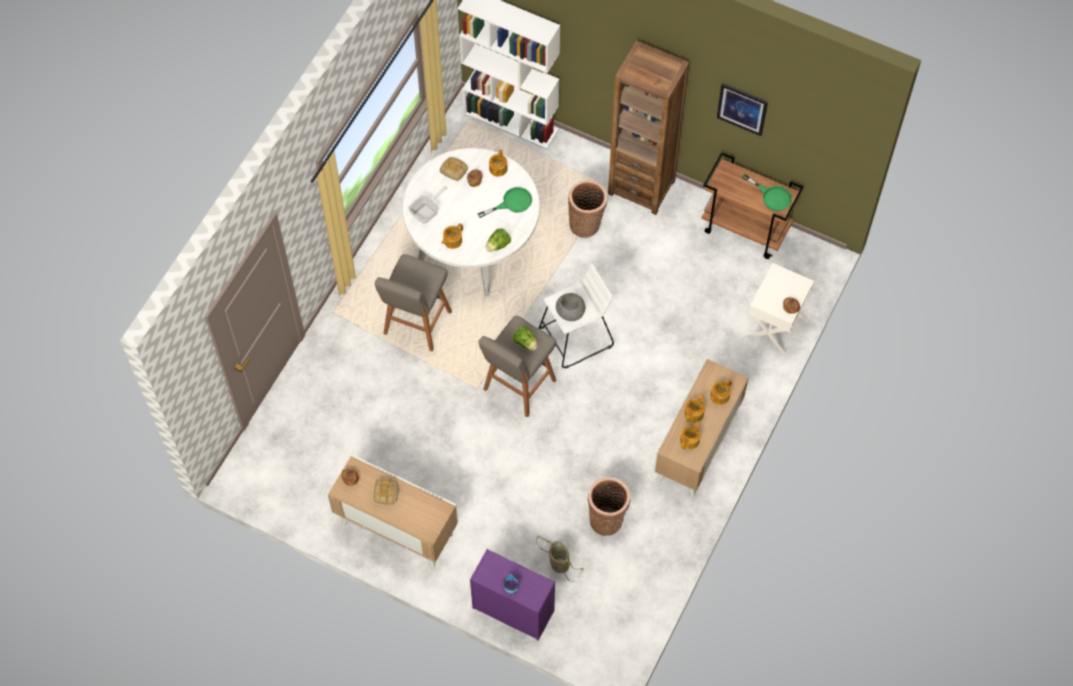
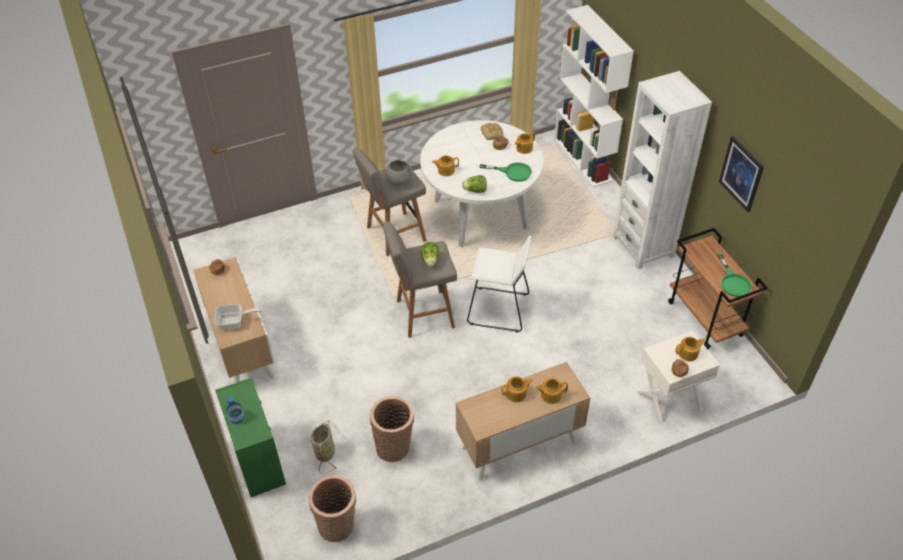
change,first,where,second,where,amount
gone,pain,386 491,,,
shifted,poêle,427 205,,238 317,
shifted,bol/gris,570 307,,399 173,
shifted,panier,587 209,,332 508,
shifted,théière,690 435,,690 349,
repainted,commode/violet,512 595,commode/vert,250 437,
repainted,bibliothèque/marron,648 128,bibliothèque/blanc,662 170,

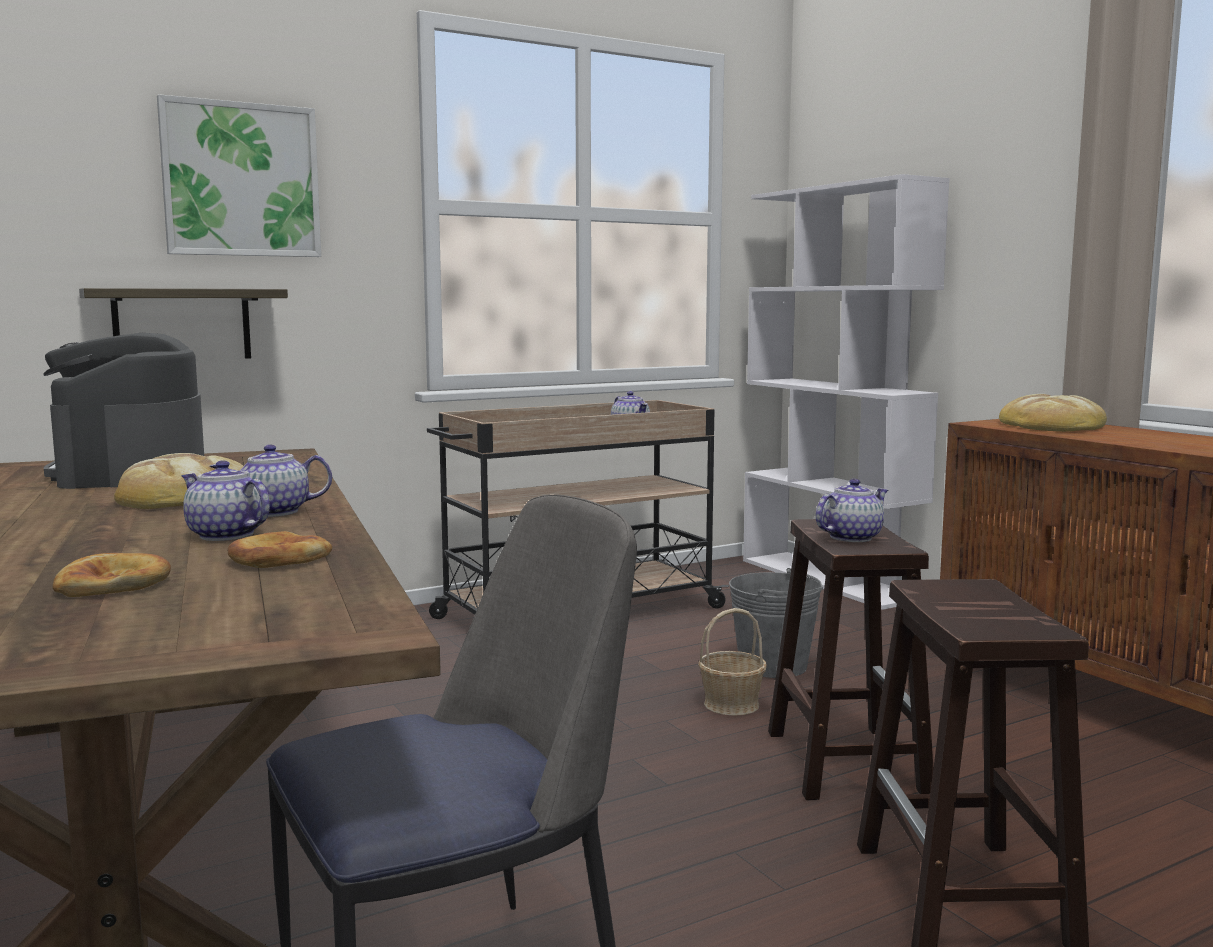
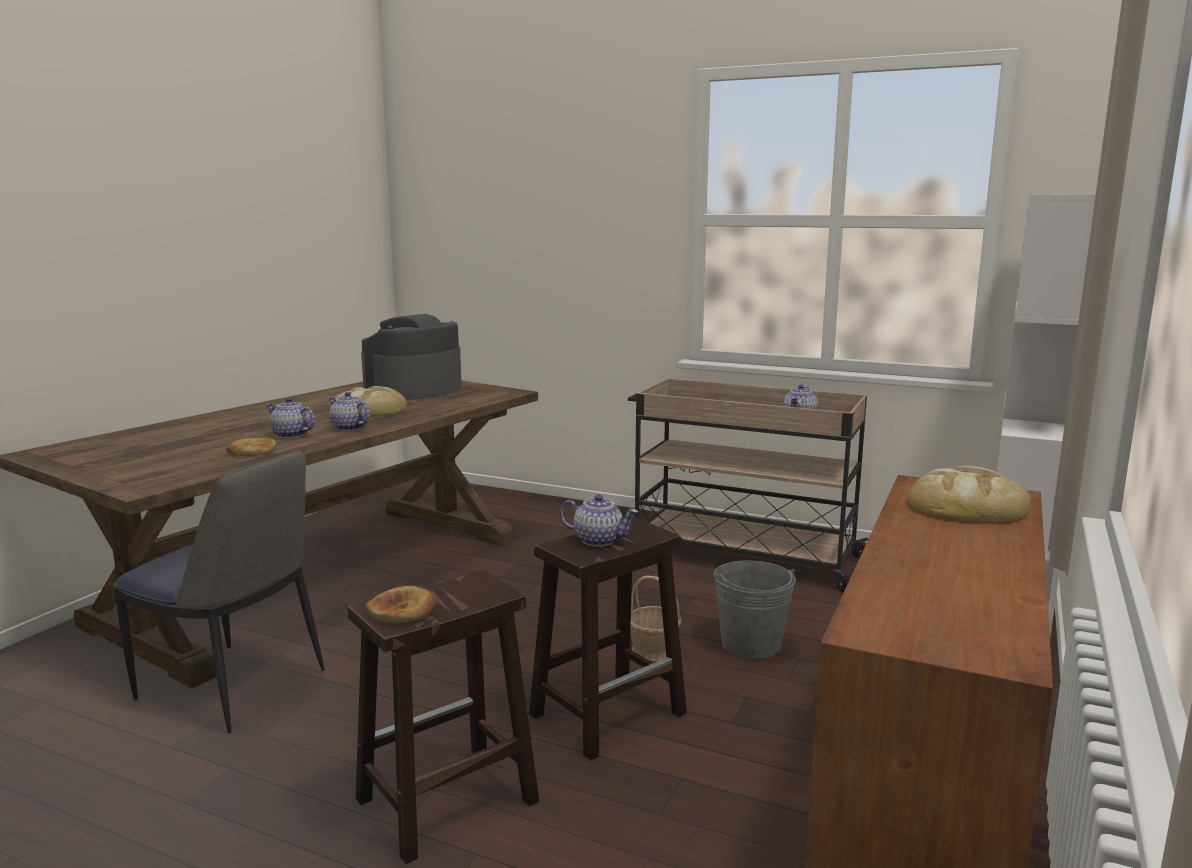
change,first,where,second,where,amount
gone,étagère,183 323,,,
gone,tableau,239 175,,,
shifted,pain,111 575,,401 604,
rotated,théière,225 500,,290 418,60 degrees counterclockwise

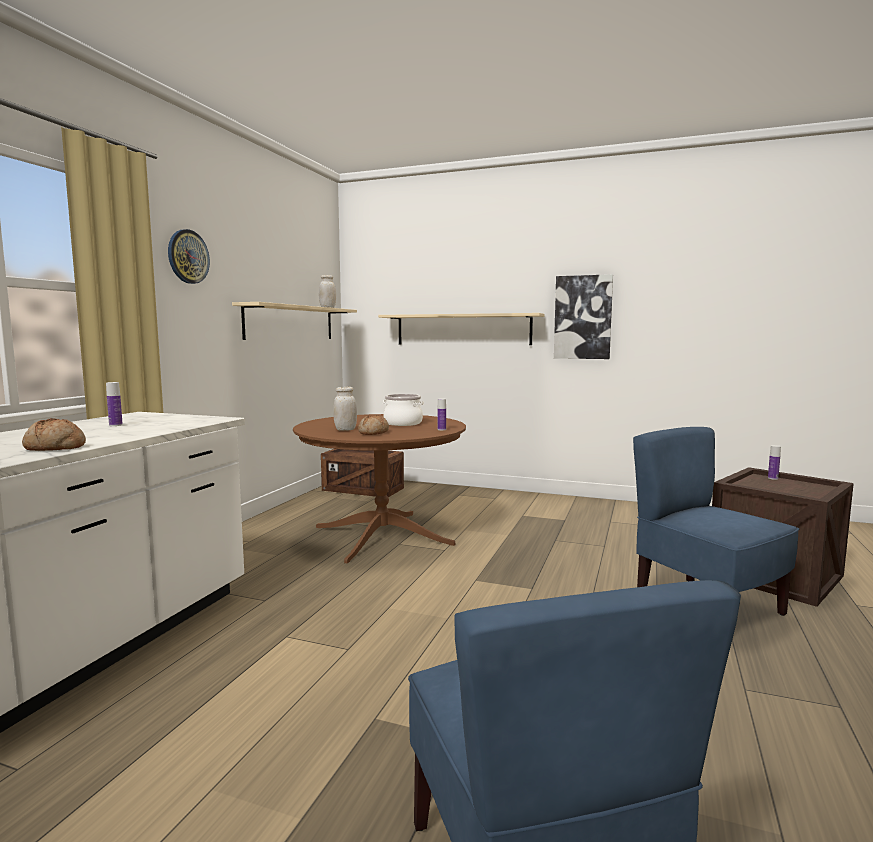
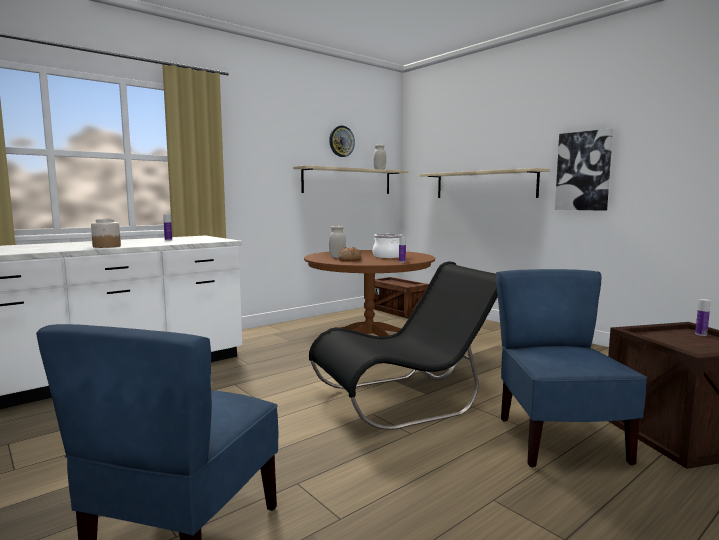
change,first,where,second,where,amount
new,,,chaise/noir,403 346,
shifted,horloge murale,189 256,,342 141,
swapped,pain,54 434,bocal,106 233,

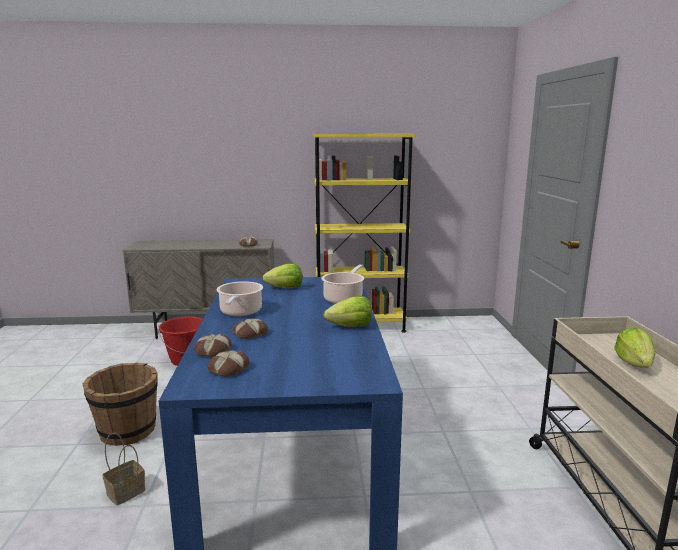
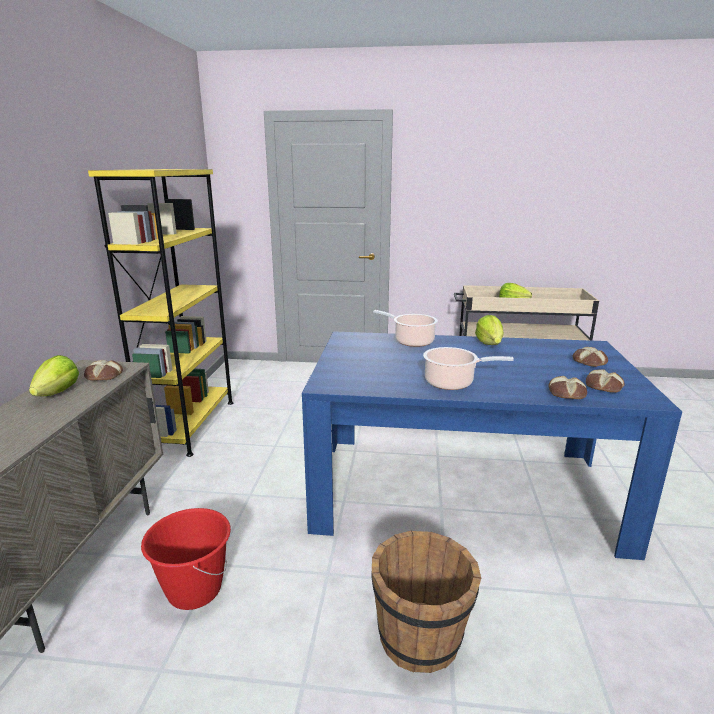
change,first,where,second,where,amount
gone,panier,123 469,,,
shifted,pain,250 328,,590 357,
shifted,laitue,282 276,,54 375,

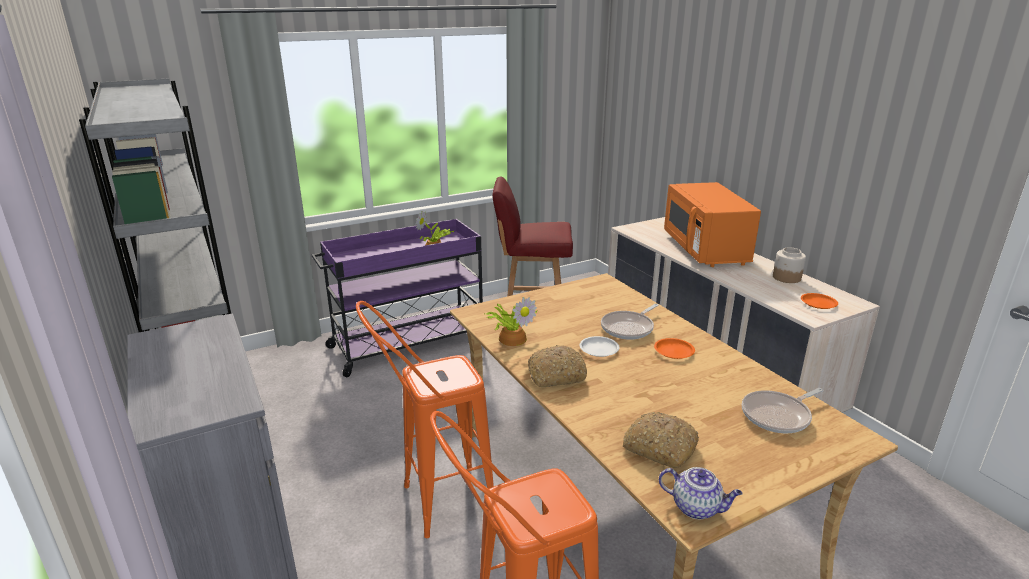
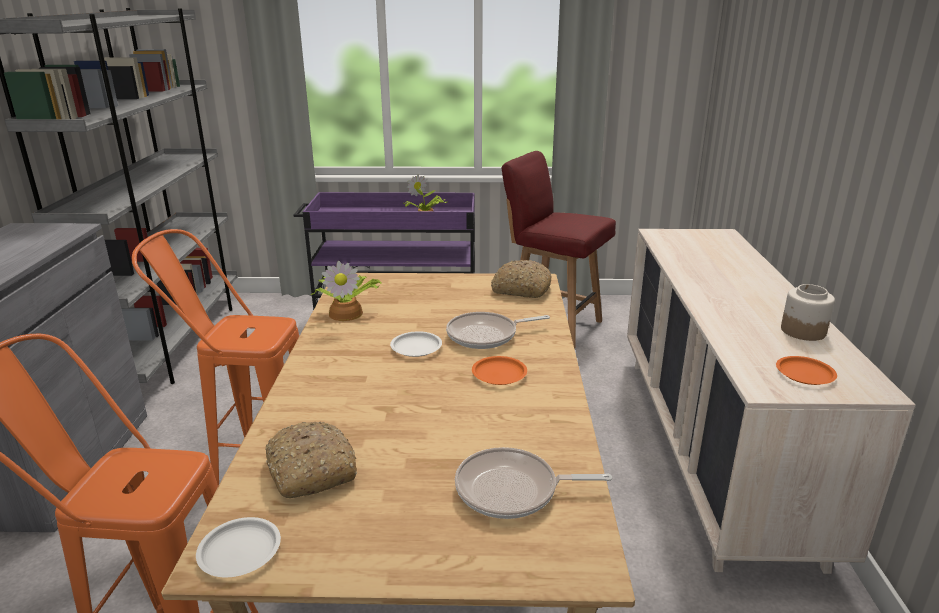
change,first,where,second,where,amount
gone,micro-ondes/orange,712 224,,,
shifted,pain,557 366,,521 279,
swapped,théière,701 493,assiette/blanc,238 547,

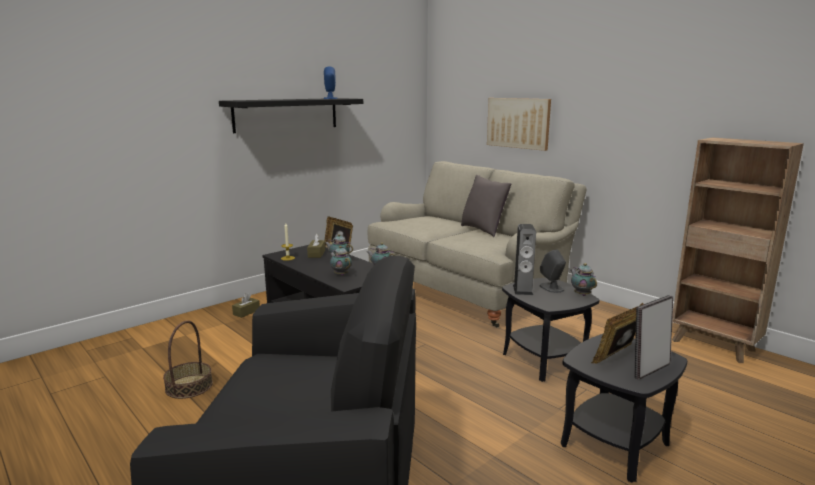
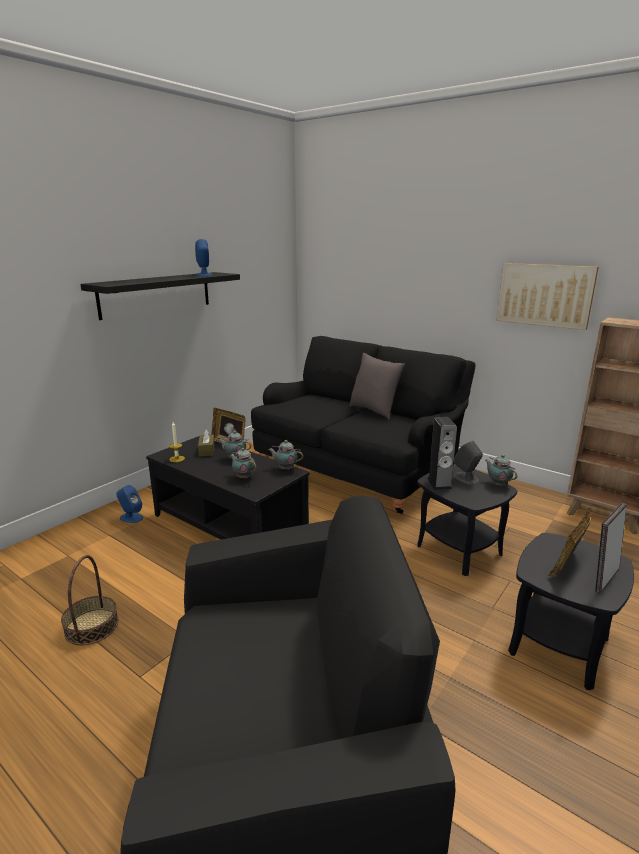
change,first,where,second,where,amount
shifted,tableau,519 124,,547 296,
swapped,boîte à mouchoirs/marron,246 305,enceinte/bleu,129 504,
repainted,canapé/beige,477 244,canapé/noir,363 425,

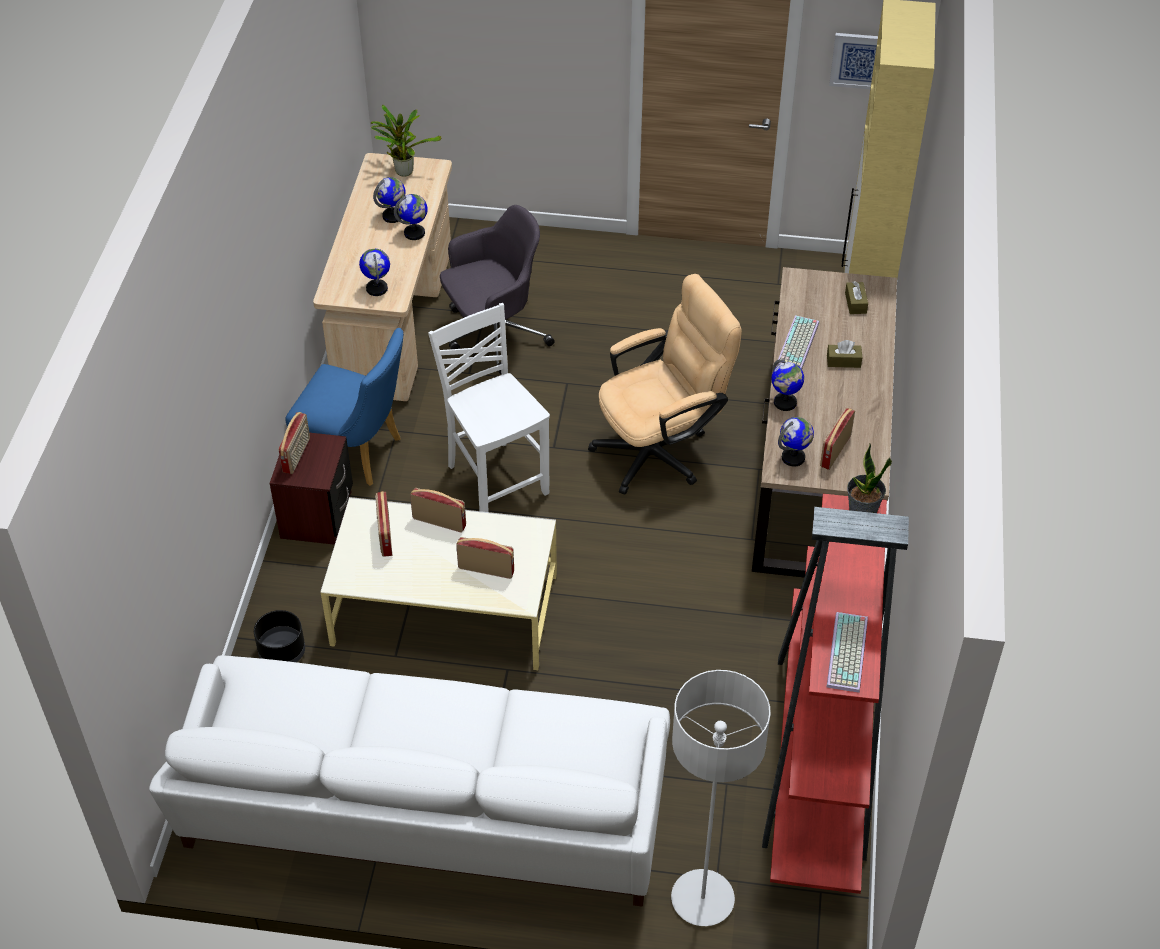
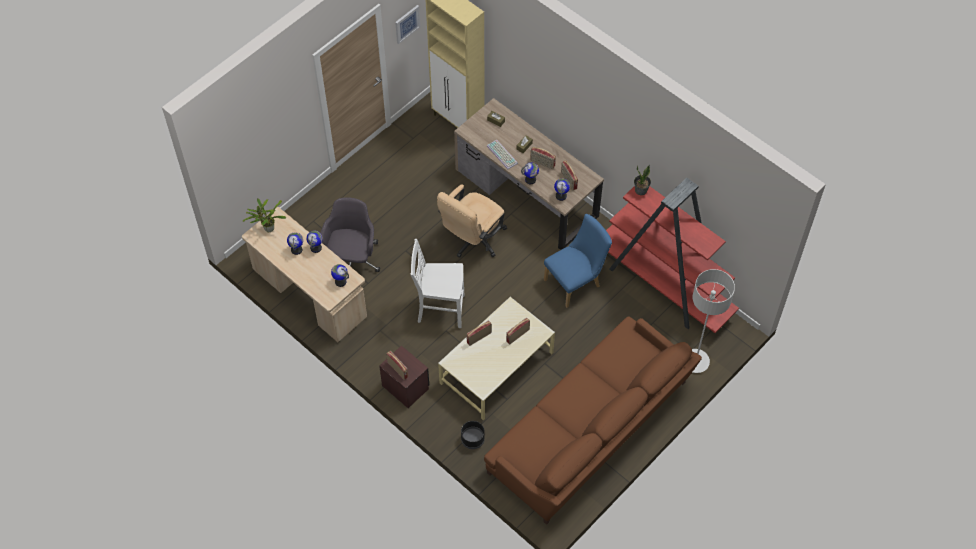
change,first,where,second,where,amount
gone,clavier,847 652,,,
shifted,chaise/bleu,344 407,,578 261,
shifted,radio,384 524,,543 158,
repainted,canapé/blanc,409 781,canapé/marron,593 420,
rotated,chaise de bureau/beige,665 384,,472 220,150 degrees counterclockwise

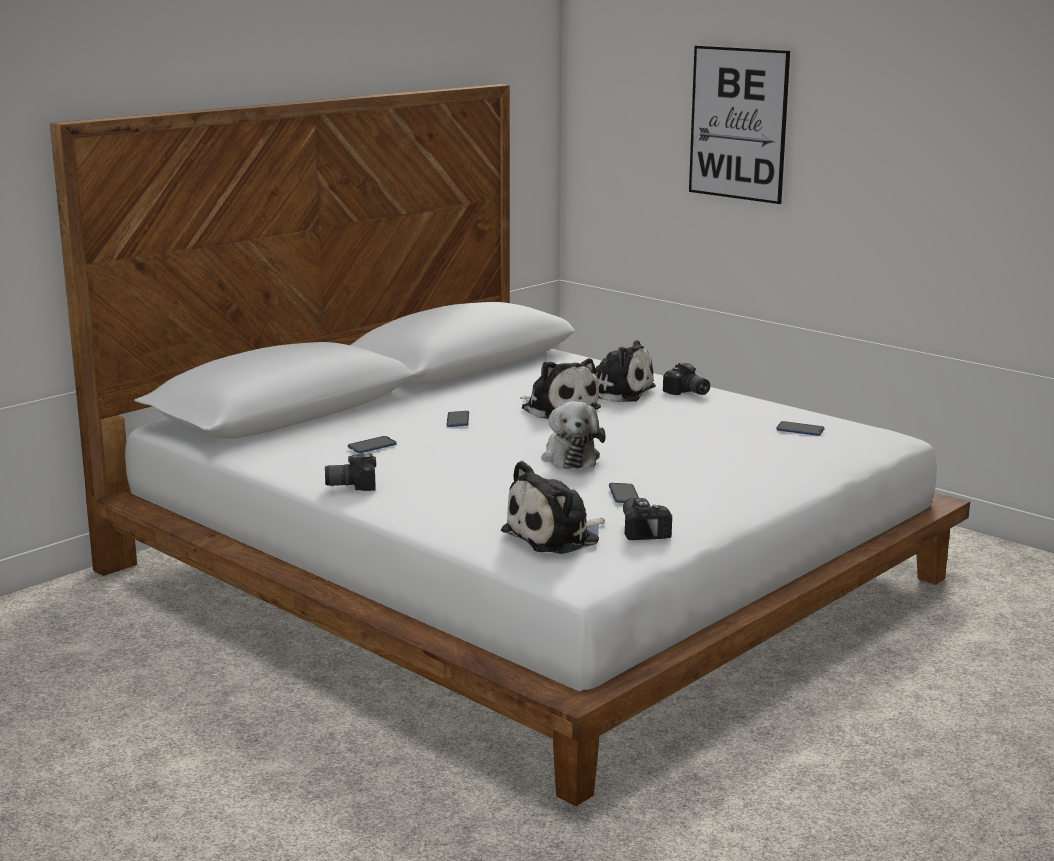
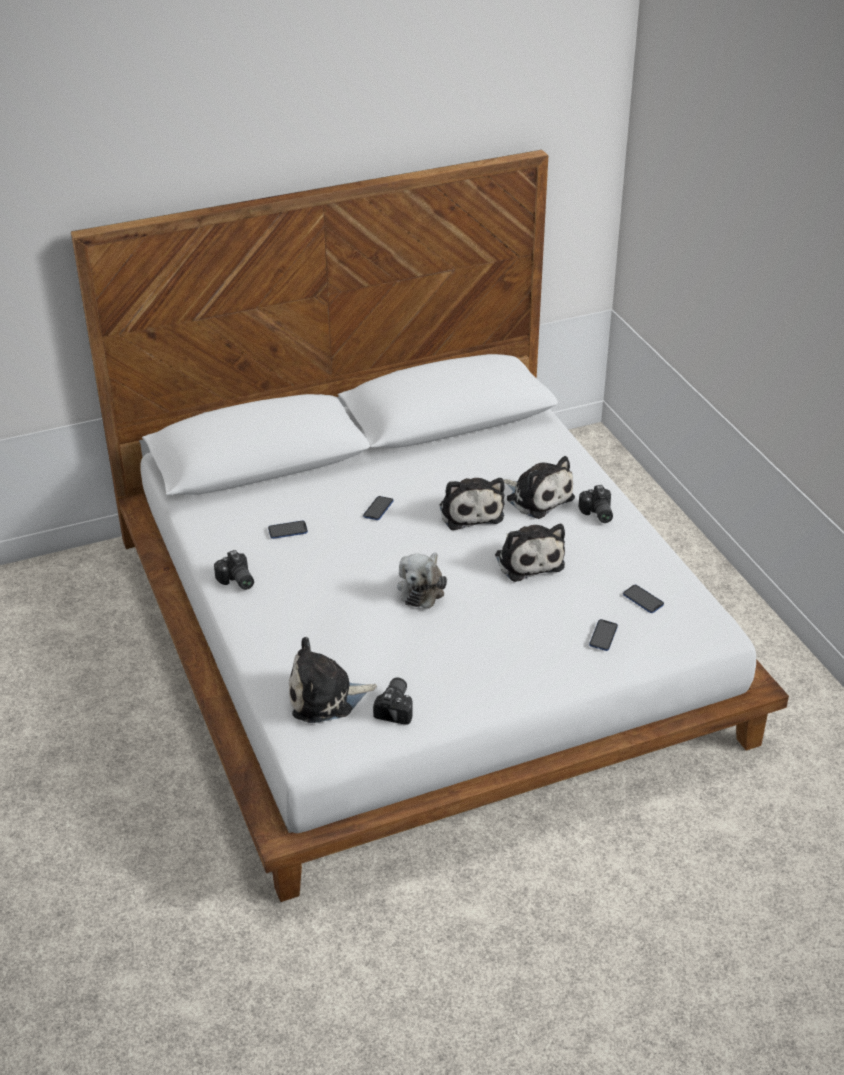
change,first,where,second,where,amount
gone,tableau,739 125,,,
new,,,peluche,530 553,
shifted,téléphone,624 493,,603 635,
rotated,appareil photo,350 472,,234 570,135 degrees counterclockwise

